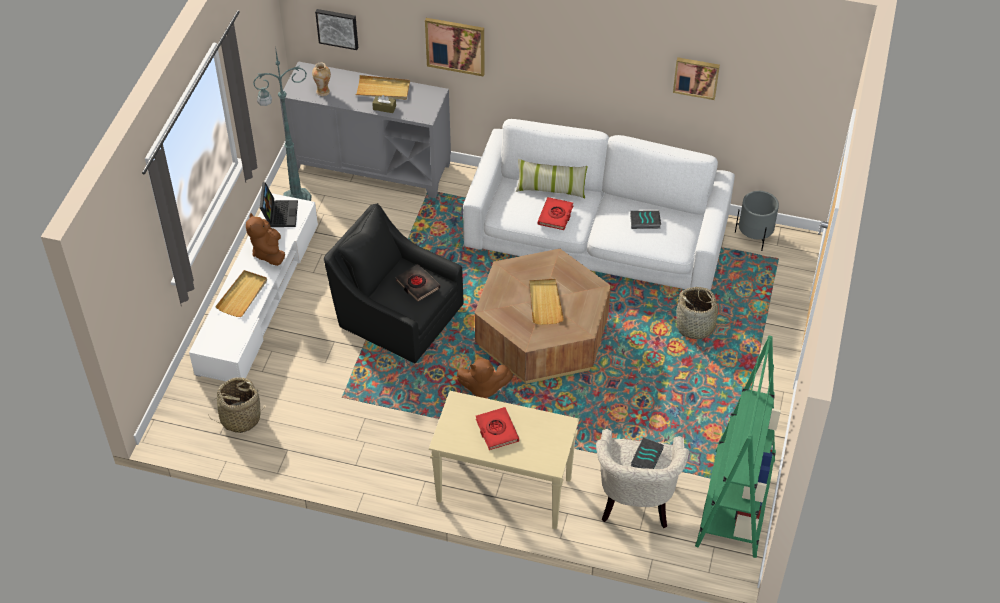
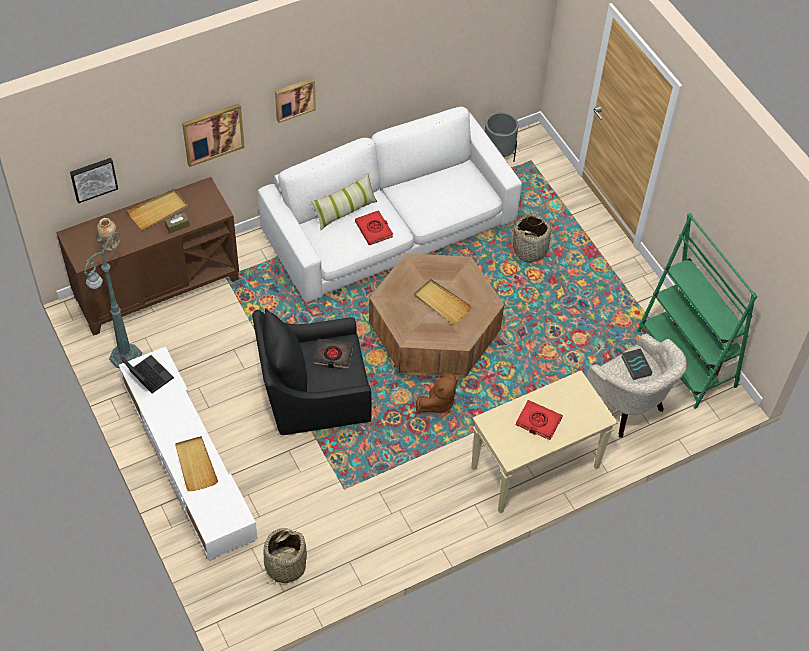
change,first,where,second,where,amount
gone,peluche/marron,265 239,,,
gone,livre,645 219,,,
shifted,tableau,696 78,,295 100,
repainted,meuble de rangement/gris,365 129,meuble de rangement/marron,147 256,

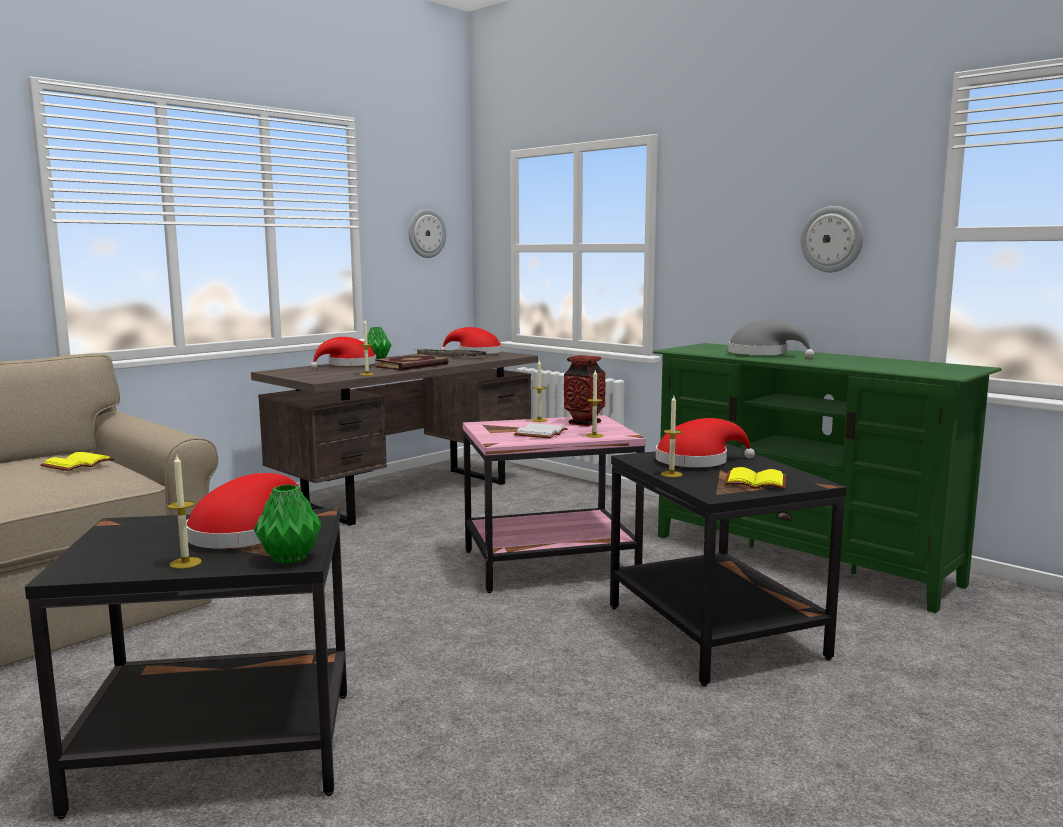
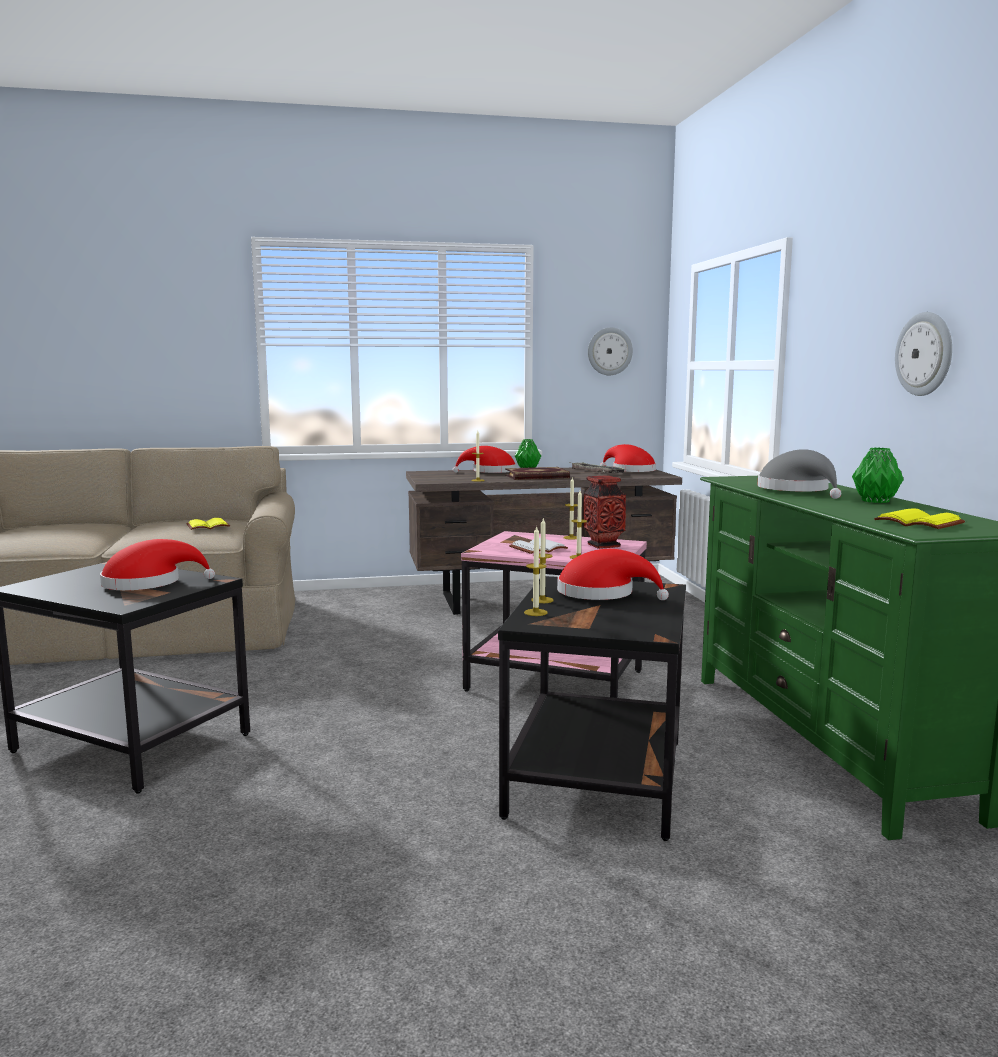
change,first,where,second,where,amount
shifted,bougie,184 512,,536 571,
shifted,vase/vert,287 524,,878 475,
shifted,livre/jaune,755 478,,919 518,

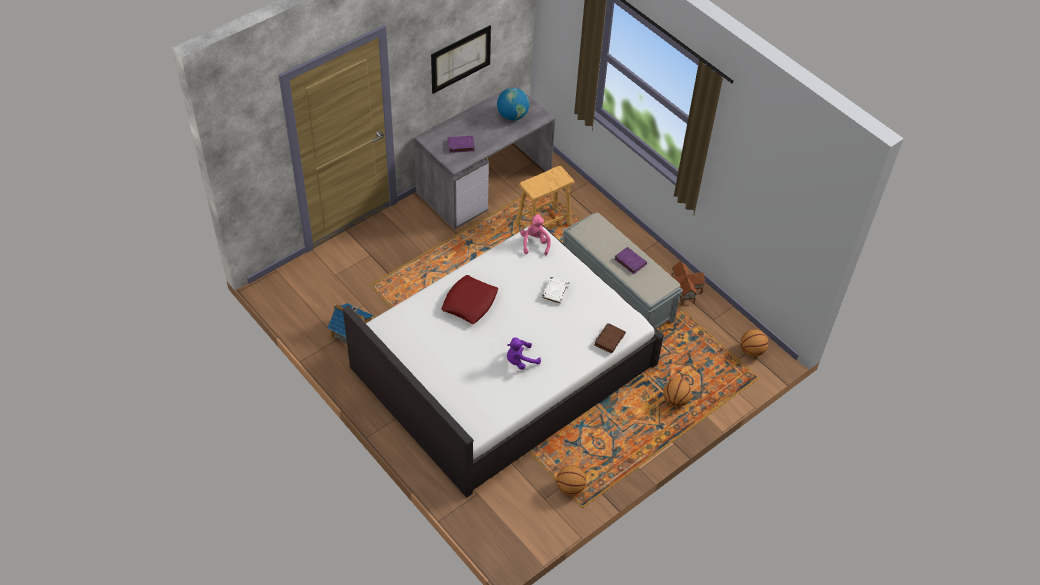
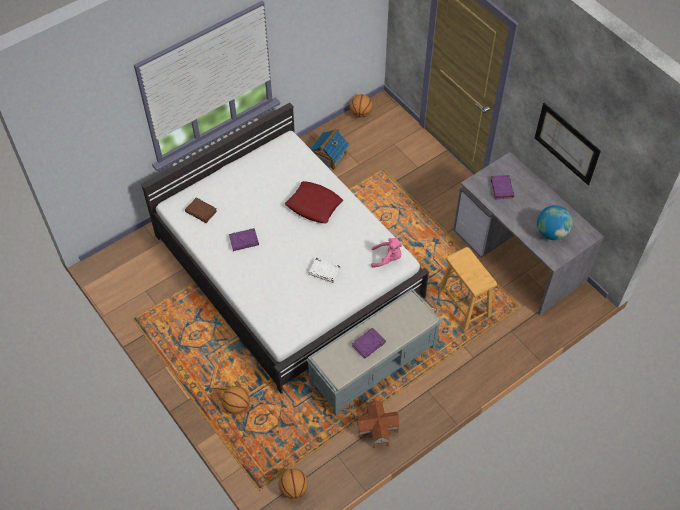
change,first,where,second,where,amount
shifted,ballon de basket,571 480,,361 105,
shifted,livre/marron,610 338,,201 210,
swapped,peluche/violet,524 353,livre/violet,244 239,

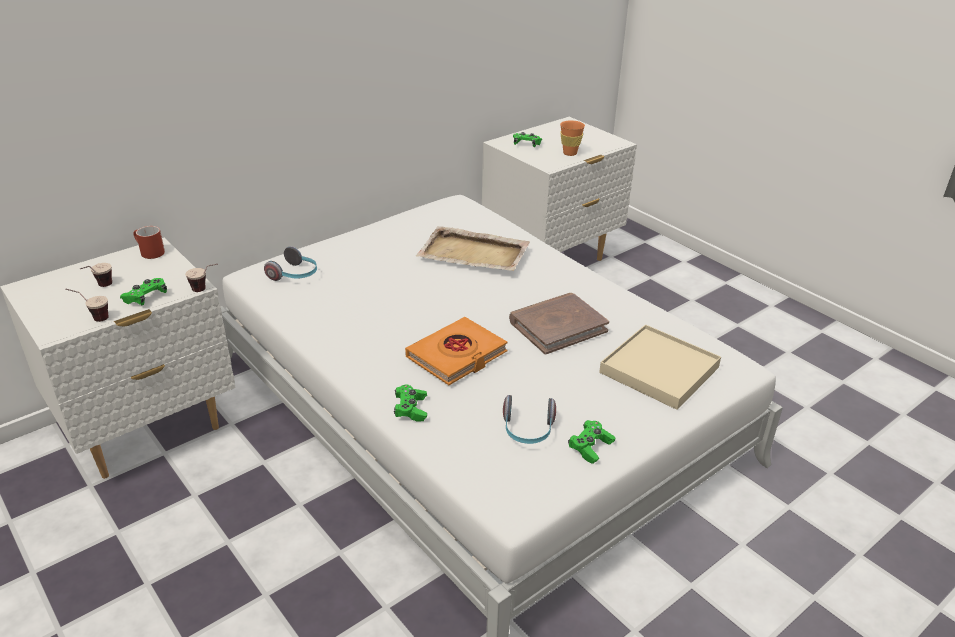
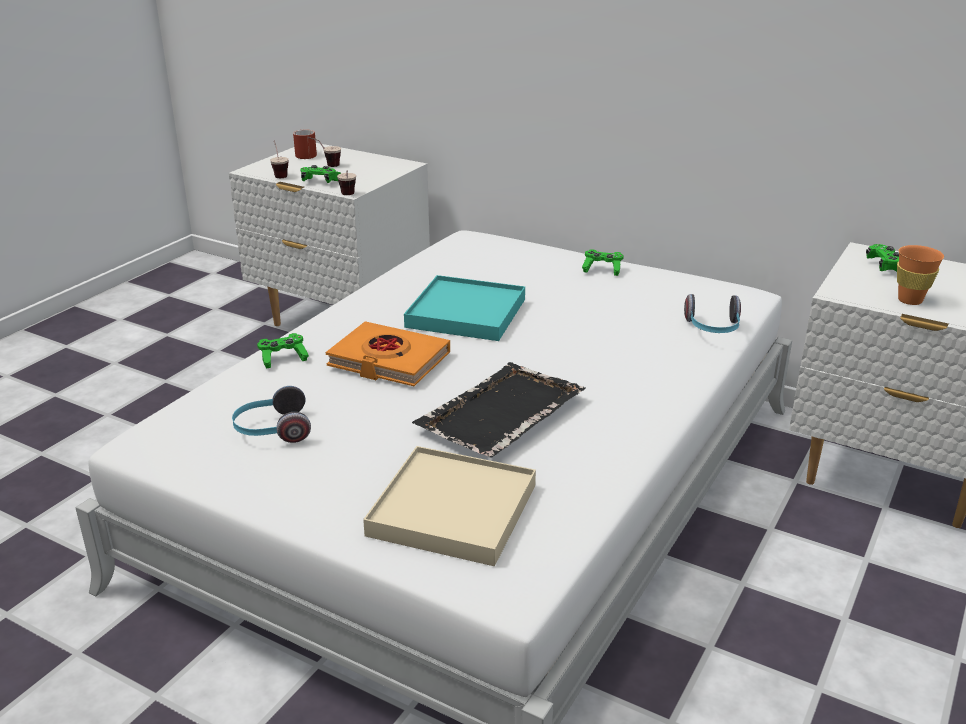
change,first,where,second,where,amount
gone,plateau/beige,473 248,,,
new,,,plateau/turquoise,464 308,
shifted,mug/rouge,149 242,,305 144,
shifted,casque audio,290 263,,712 313,
shifted,manette/vert,591 442,,603 262,
swapped,livre/marron,559 324,plateau/noir,499 409,

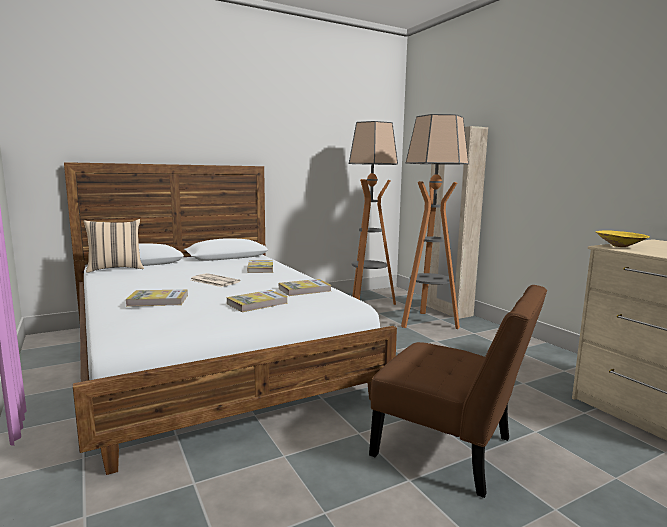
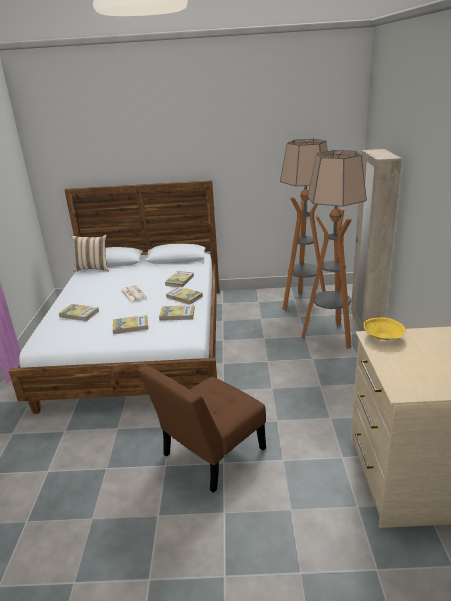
change,first,where,second,where,amount
new,,,livre,184 296,
rotated,chaise/marron,458 391,,202 428,75 degrees clockwise

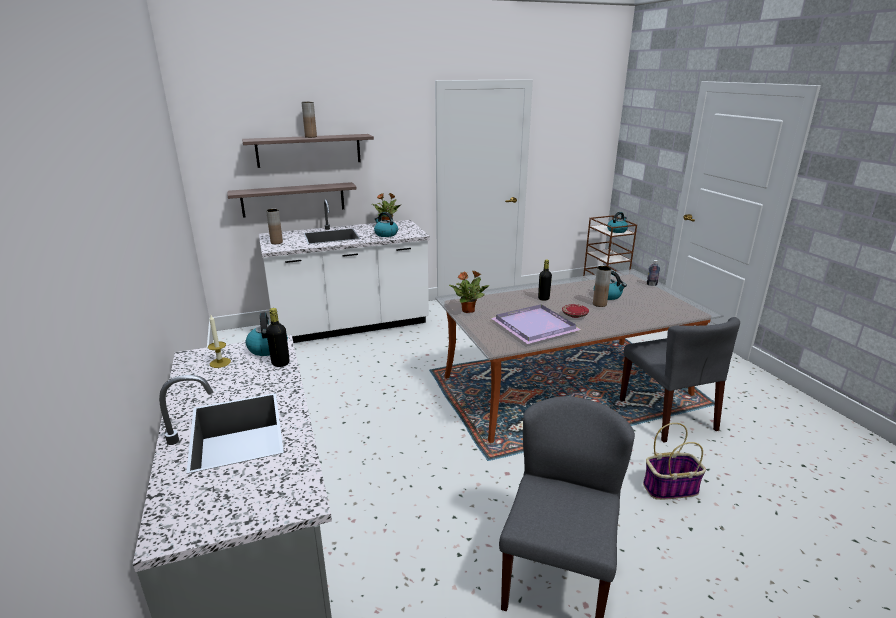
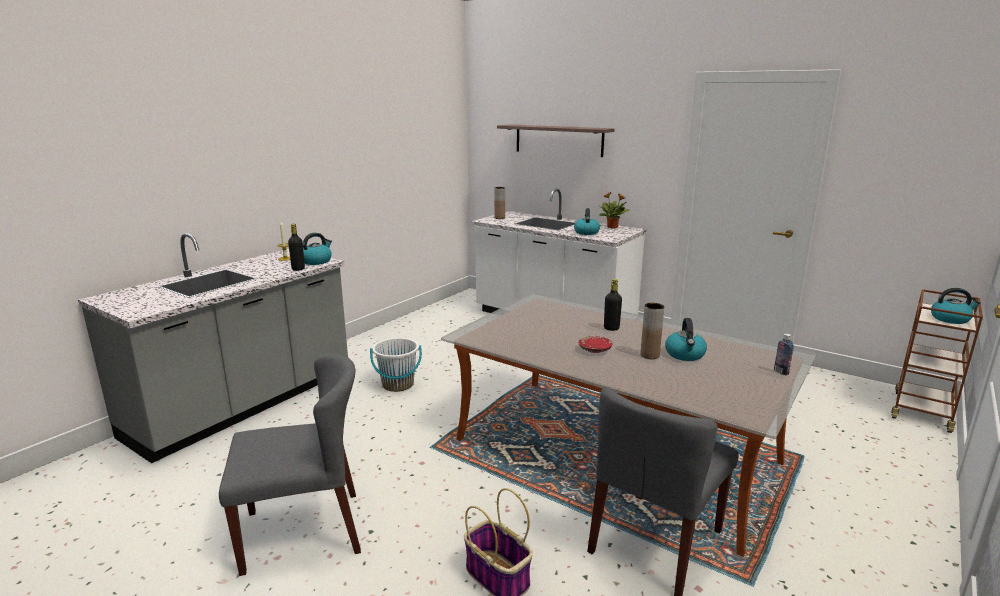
change,first,where,second,where,amount
gone,étagère,292 200,,,
gone,vase/marron,309 120,,,
gone,plante en pot,469 292,,,
gone,plateau/violet,536 324,,,
new,,,seau/blanc,396 365,

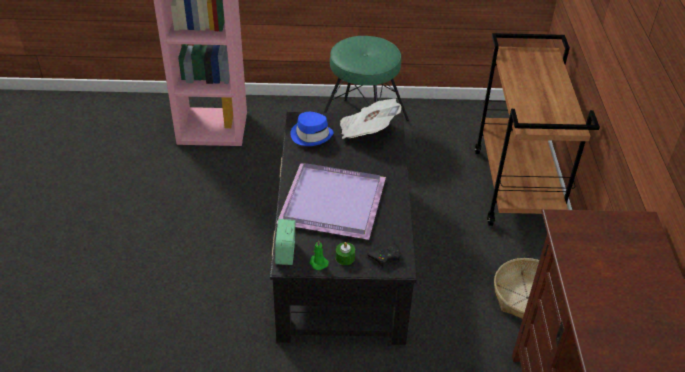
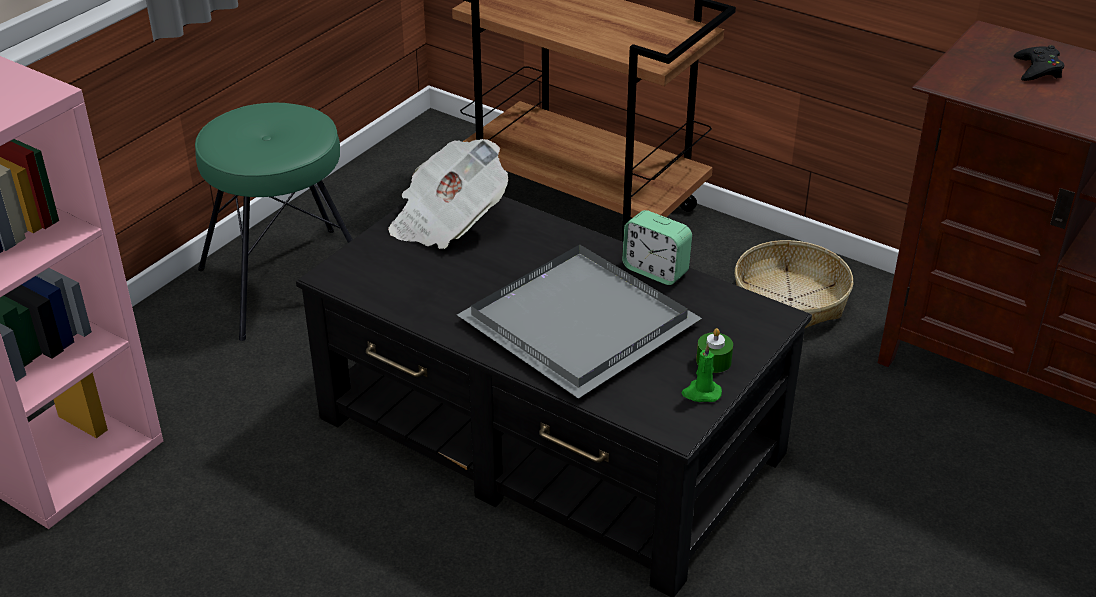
change,first,where,second,where,amount
gone,chapeau/bleu,312 129,,,
shifted,réveil,285 242,,657 247,
shifted,manette/noir,384 255,,1039 63,
repainted,plateau/violet,331 201,plateau/gris,579 322,

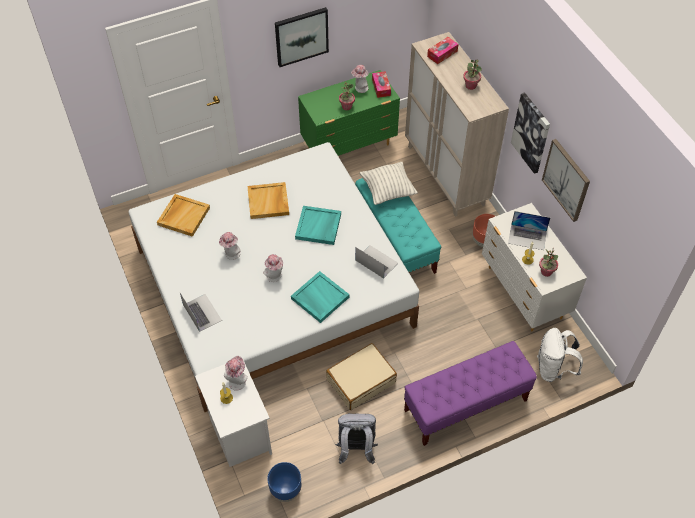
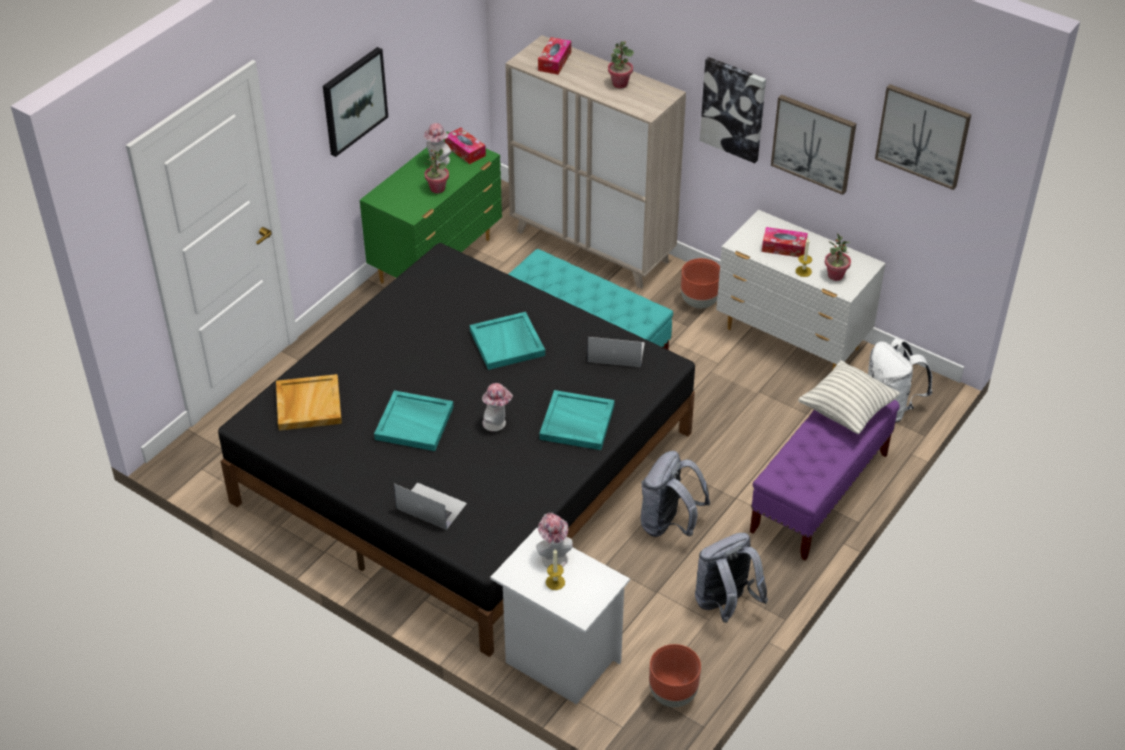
change,first,where,second,where,amount
gone,plateau/beige,268 200,,,
new,,,tableau,923 137,
shifted,coussin,389 183,,849 397,
swapped,chapeau,230 246,plateau/turquoise,414 420,
swapped,valise/beige,361 376,sac à dos/gris,675 494,
swapped,ordinateur portable,529 230,boîte à mouchoirs,785 242,
repainted,lit/blanc,274 277,lit/noir,456 450,
repainted,cache-pot/bleu,284 482,cache-pot/marron,675 675,

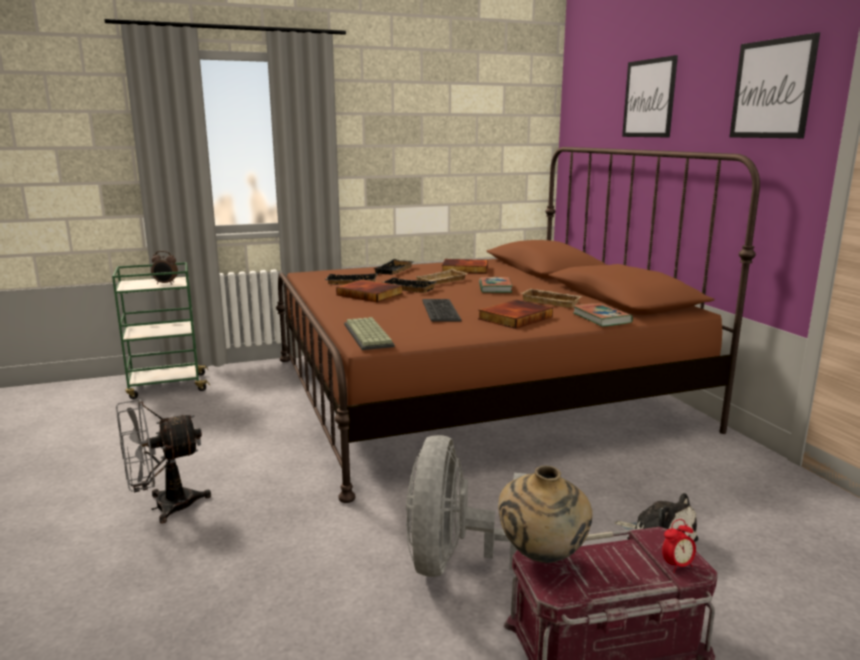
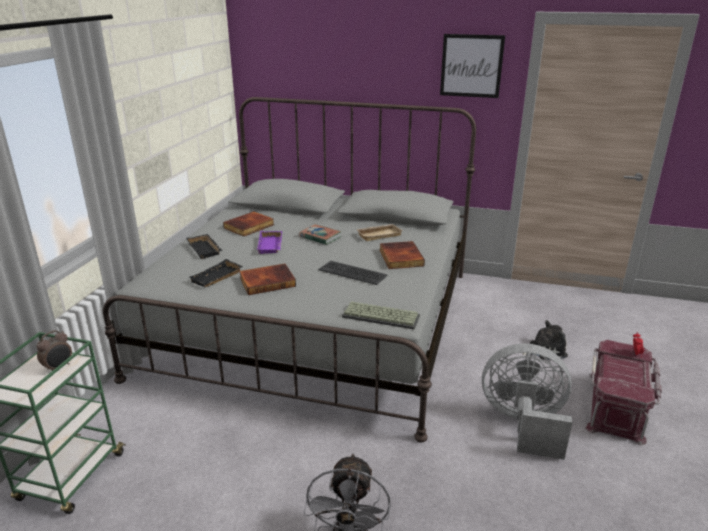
change,first,where,second,where,amount
gone,plateau/noir,409 285,,,
gone,vase/beige,545 514,,,
gone,livre,603 315,,,
gone,tableau,650 96,,,
repainted,lit/marron,518 325,lit/gris,289 269,
repainted,plateau/beige,442 276,plateau/violet,269 242,
rotated,ventilateur/gris,466 506,,527 401,150 degrees clockwise

